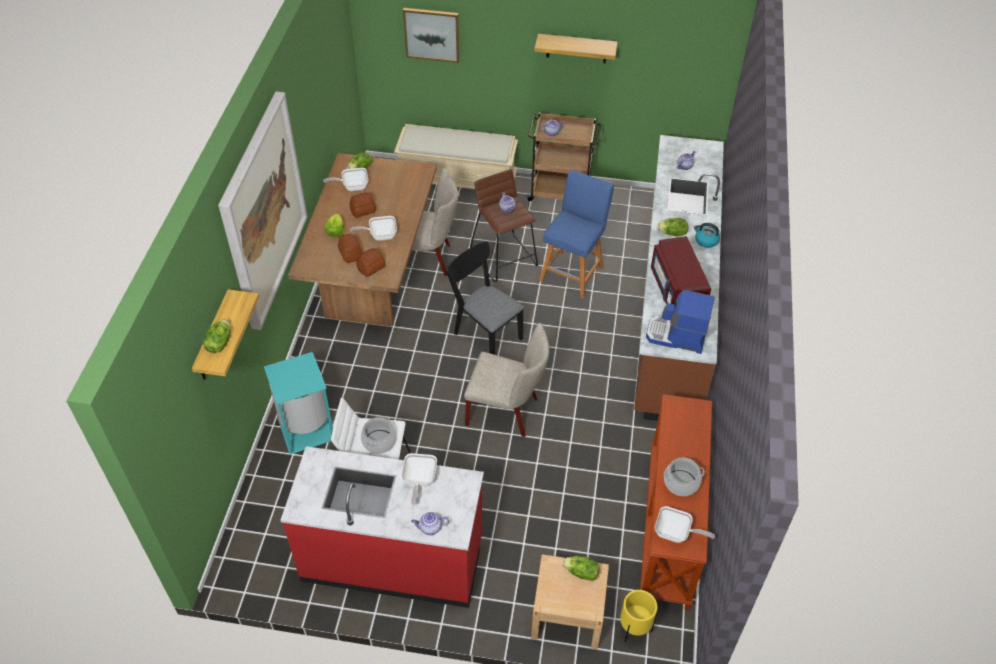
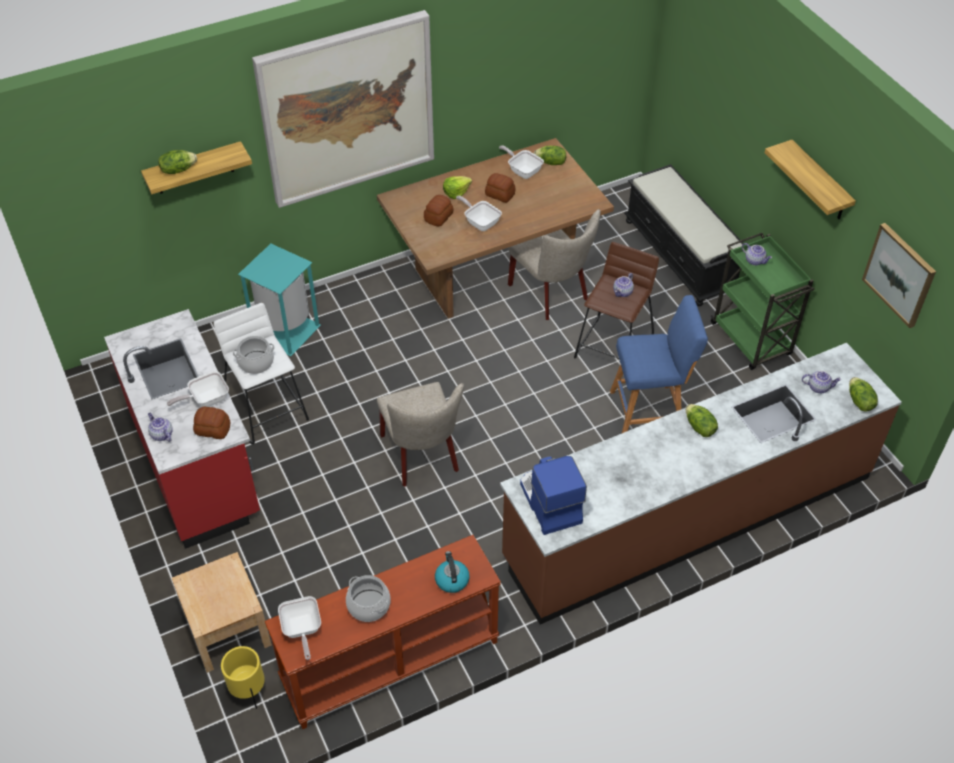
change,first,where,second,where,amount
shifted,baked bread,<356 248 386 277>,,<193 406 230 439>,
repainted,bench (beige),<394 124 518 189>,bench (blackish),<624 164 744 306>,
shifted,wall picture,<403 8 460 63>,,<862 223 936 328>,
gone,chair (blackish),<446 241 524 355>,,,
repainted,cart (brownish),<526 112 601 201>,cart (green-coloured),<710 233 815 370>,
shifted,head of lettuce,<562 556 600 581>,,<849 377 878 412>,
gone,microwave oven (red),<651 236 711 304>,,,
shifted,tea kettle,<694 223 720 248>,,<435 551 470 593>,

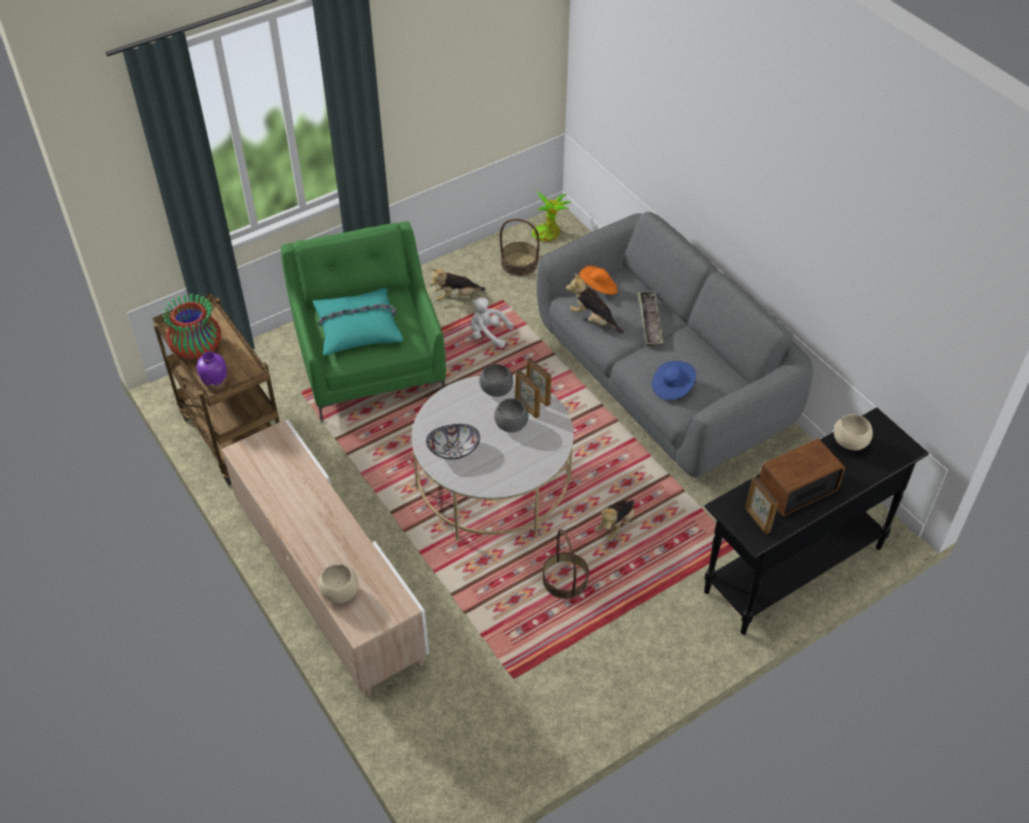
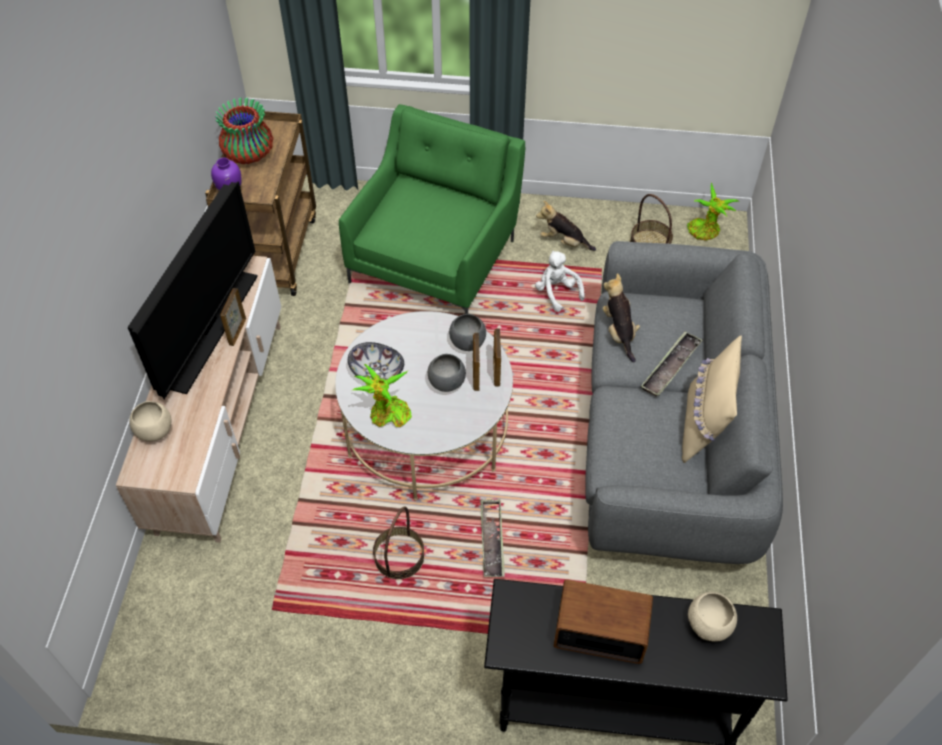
change,first,where,second,where,amount
gone,cushion (blue-green),<313 288 403 355>,,,
gone,clothing hat (orange-coloured),<579 265 618 295>,,,
swapped,soft toy,<594 500 635 541>,serving tray,<480 499 505 577>,
gone,clothing hat (blue-coloured),<652 361 696 400>,,,
shifted,photo frame,<745 476 778 534>,,<220 288 246 346>,
new,,,television,<127 181 258 400>,
new,,,potted plant,<351 364 412 427>,
new,,,cushion (beige),<682 335 742 463>,

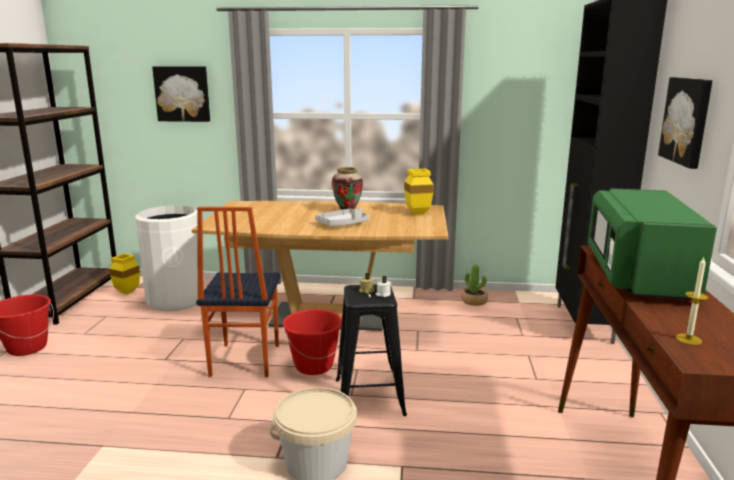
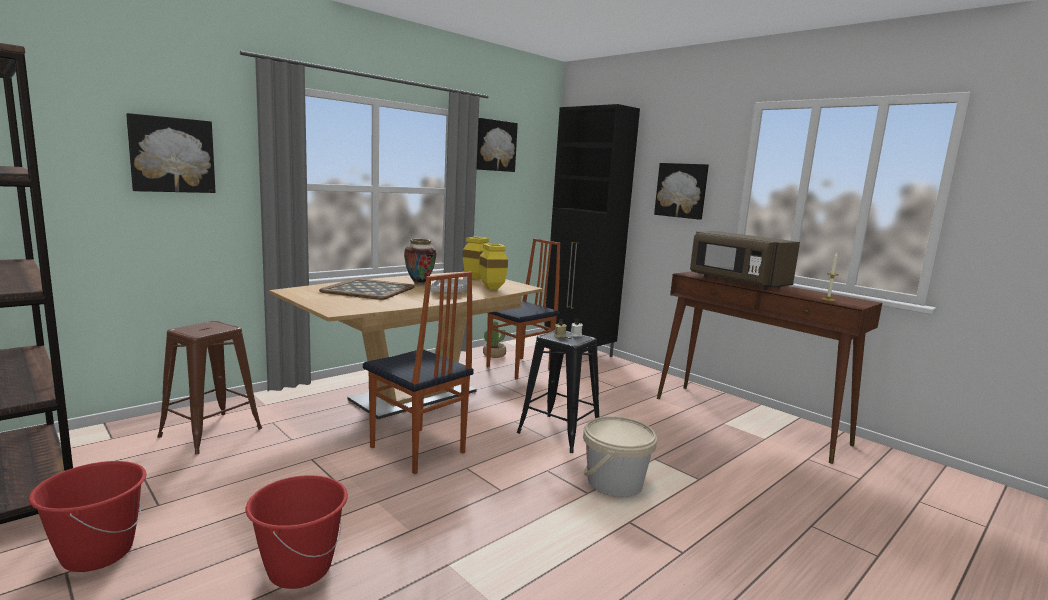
change,first,where,second,where,amount
shifted,vase (yellow-coloured),<109 253 140 294>,,<479 244 508 290>,
swapped,trash can (white),<135 205 205 311>,stool seat (brownish),<157 321 262 455>,
shifted,bucket (red),<283 309 342 375>,,<246 475 348 589>,
repainted,microwave oven (green-coloured),<588 188 717 301>,microwave oven (brownish),<690 231 800 289>,
new,,,serving tray,<319 278 415 300>,
new,,,wall picture,<477 118 518 172>,
new,,,chair,<486 238 560 379>,

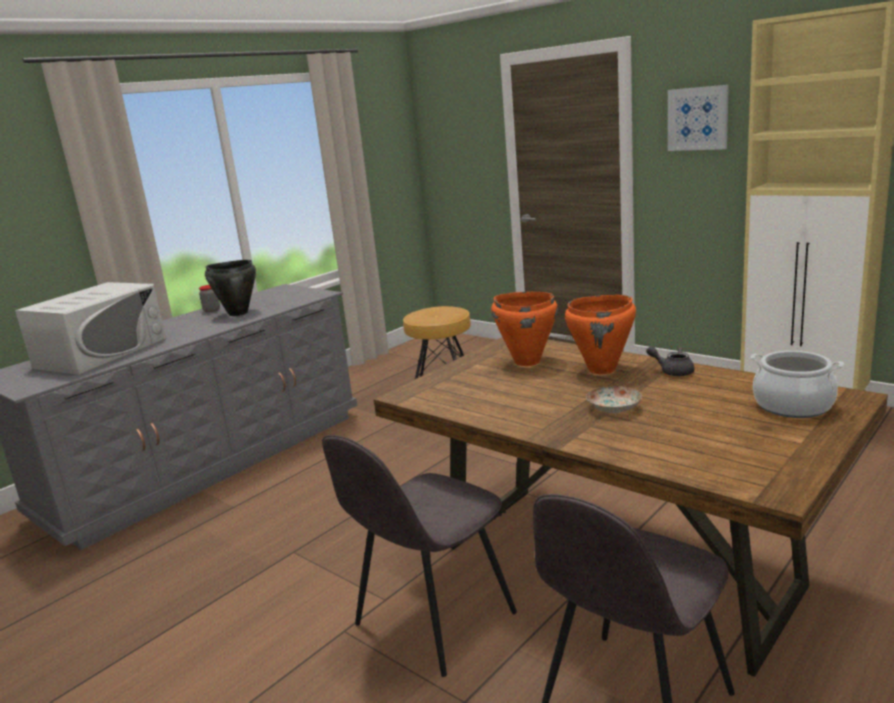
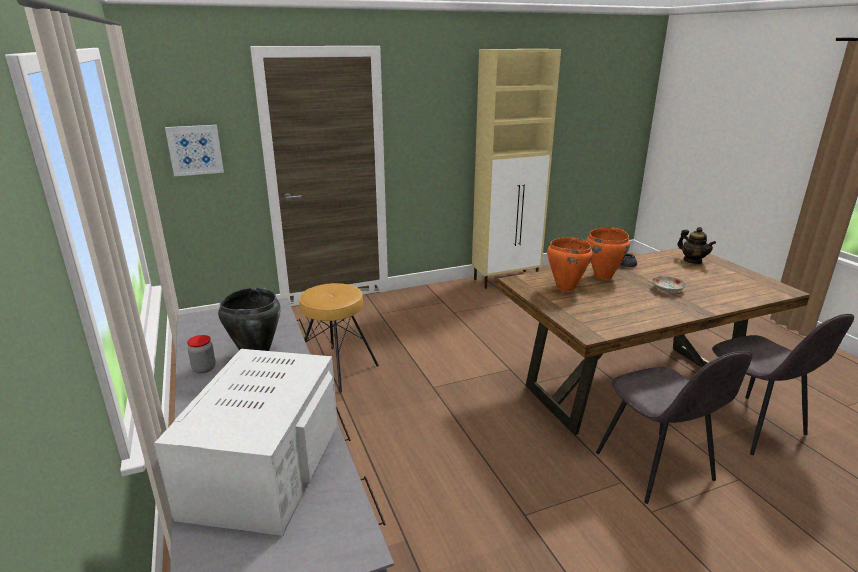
change,first,where,second,where,amount
rotated,microwave oven (white),<15 282 166 375>,,<154 349 338 536>,135 degrees counterclockwise
shifted,wall picture,<668 85 729 151>,,<165 125 224 176>,
swapped,stockpot,<750 351 844 418>,teapot,<678 227 716 264>,

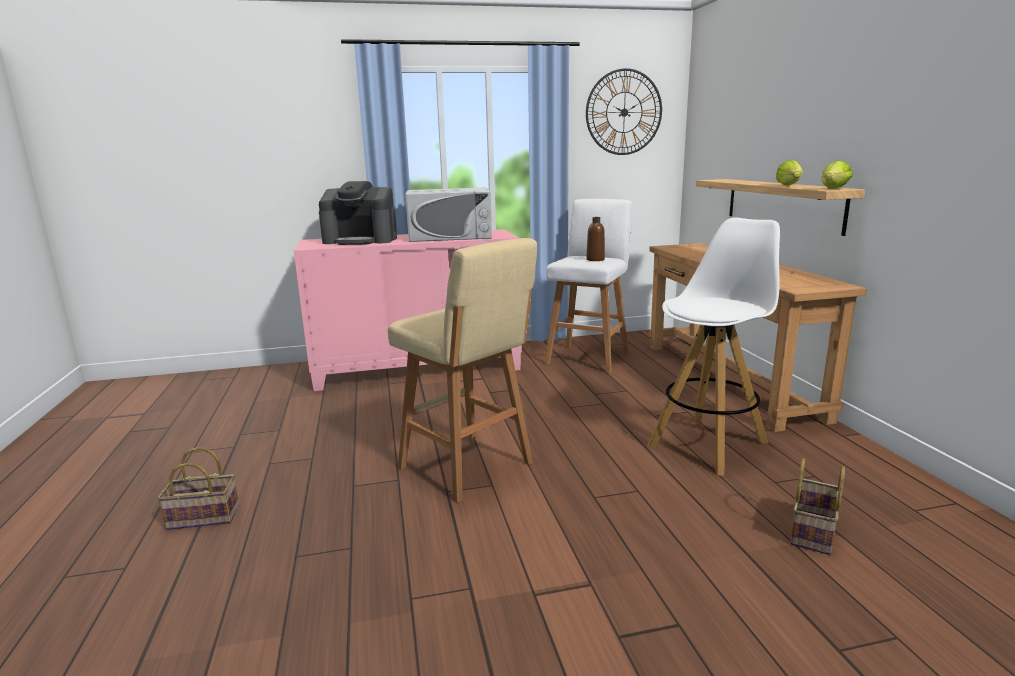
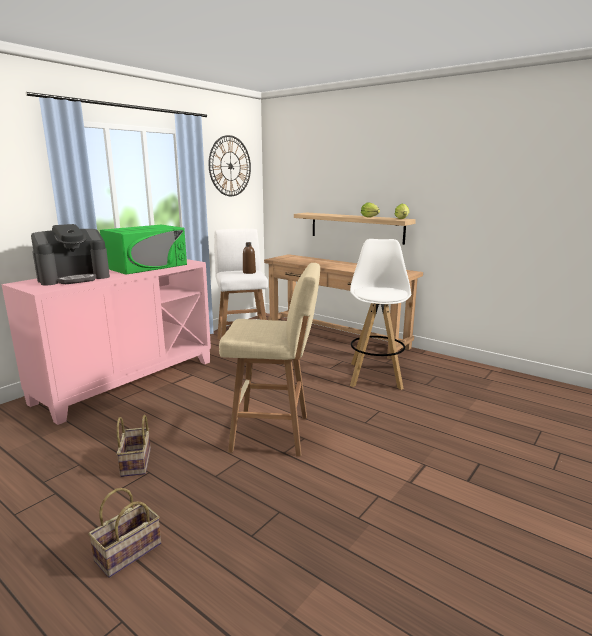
change,first,where,second,where,amount
repainted,microwave oven (white),<405 187 492 242>,microwave oven (green-coloured),<100 225 187 275>,
shifted,household basket,<790 458 845 555>,,<116 415 151 477>,

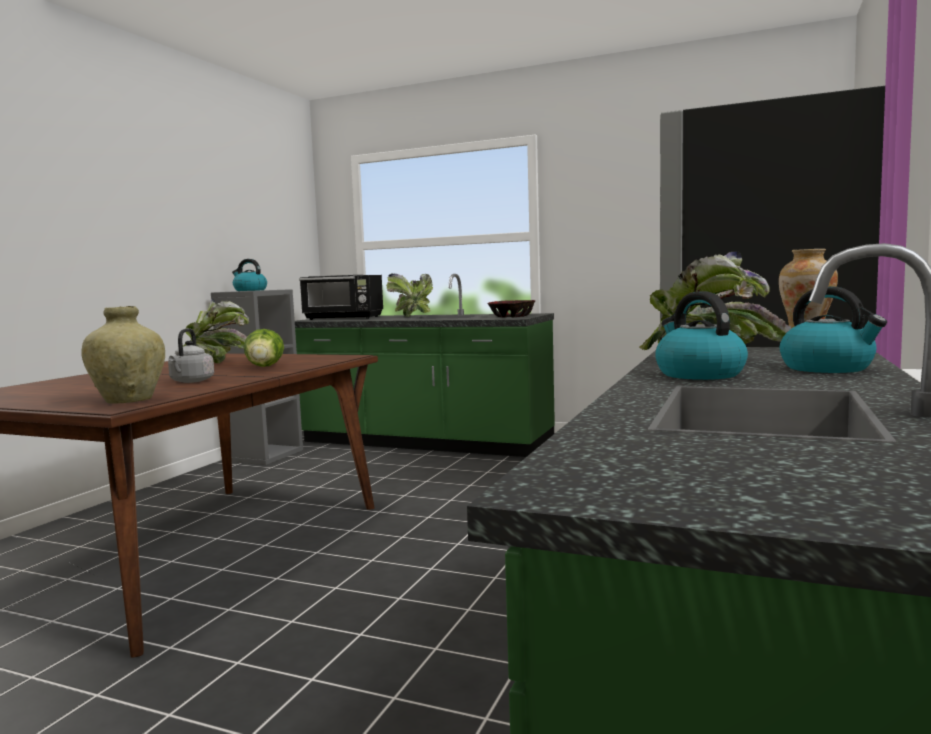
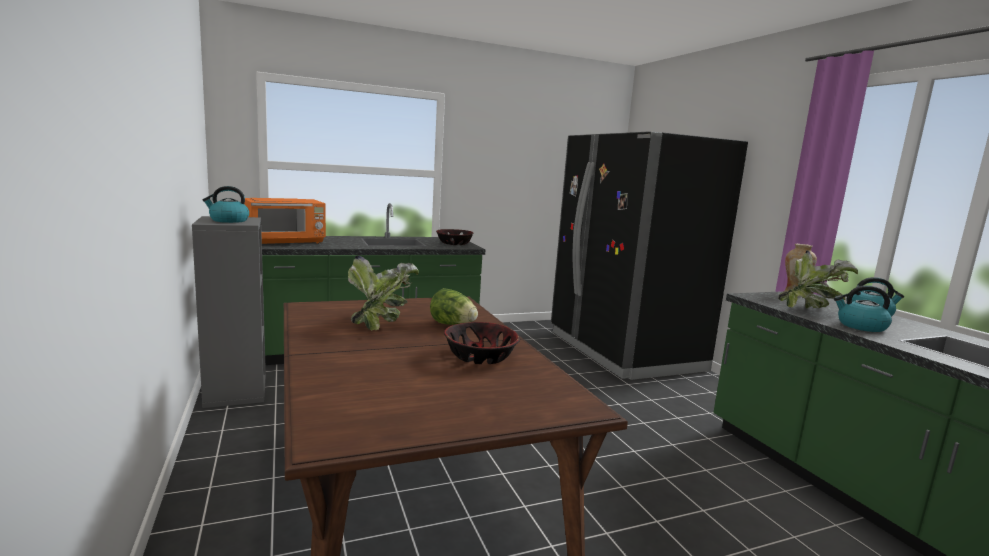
change,first,where,second,where,amount
gone,vase (beige),<81 306 165 404>,,,
swapped,tea kettle (gray),<168 328 214 383>,serving bowl,<444 322 520 364>,
repainted,microwave oven (blackish),<299 275 383 320>,microwave oven (orange-coloured),<244 198 326 244>,
gone,potted plant,<386 274 433 317>,,,

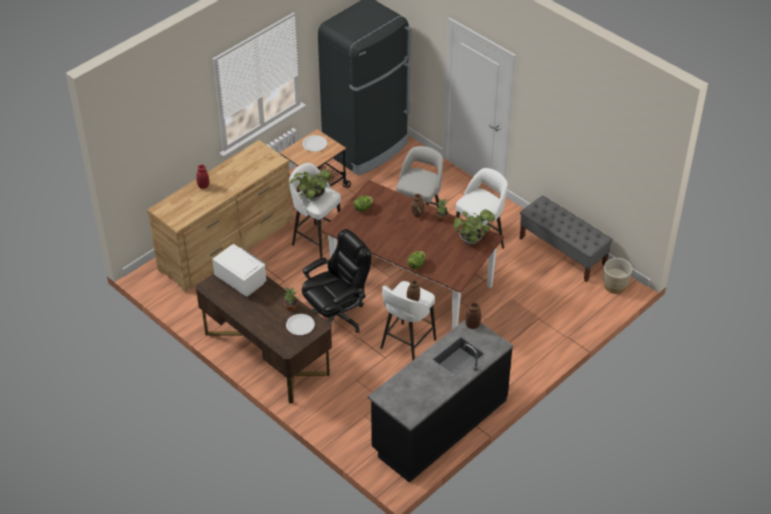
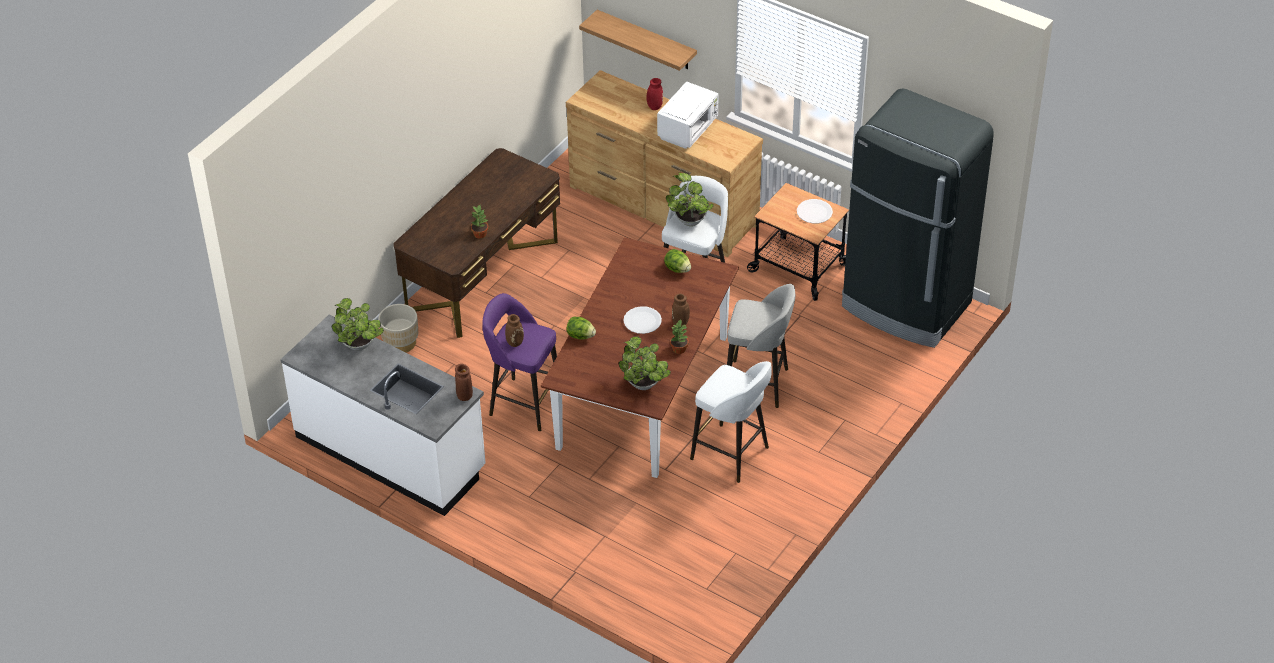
change,first,where,second,where,amount
shifted,microwave oven (white),<212 244 267 297>,,<657 81 719 149>,
shifted,plate (white),<286 314 315 335>,,<624 306 662 334>,
gone,computer chair (blackish),<302 229 371 333>,,,
repainted,kitchen base unit (blackish),<368 320 513 483>,kitchen base unit (white),<280 315 486 516>,
repainted,stool seat (white),<380 281 436 361>,stool seat (purple),<482 293 563 431>,
gone,bench (gray),<520 196 613 282>,,,
shifted,flower pot (beige),<603 258 632 294>,,<378 304 418 353>,
new,,,potted plant,<332 298 384 351>,
new,,,bracket shelf,<579 10 697 71>,

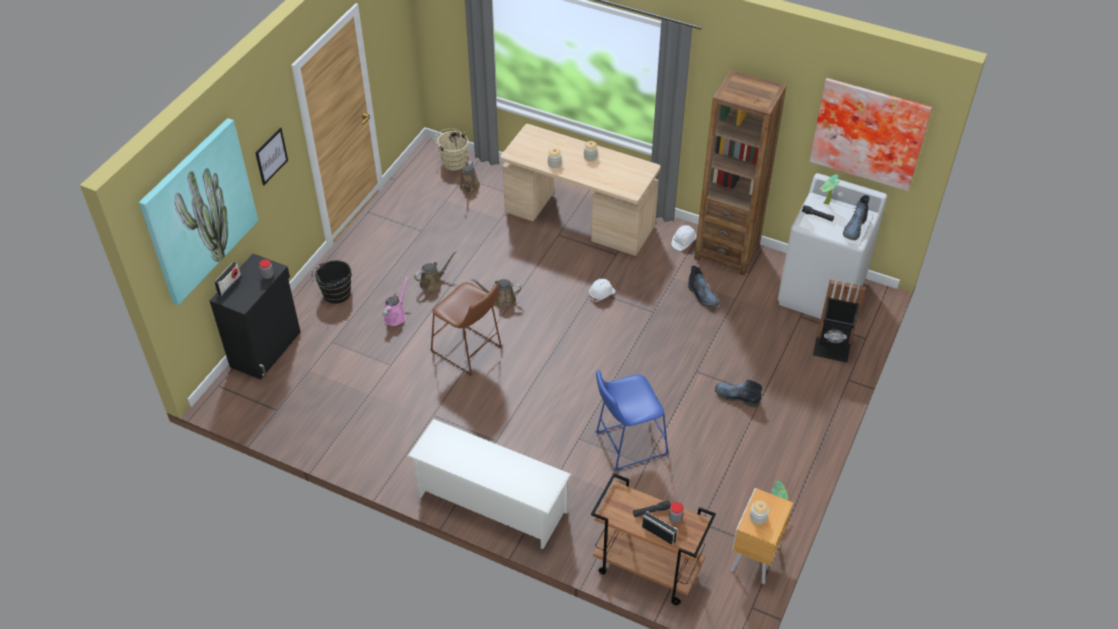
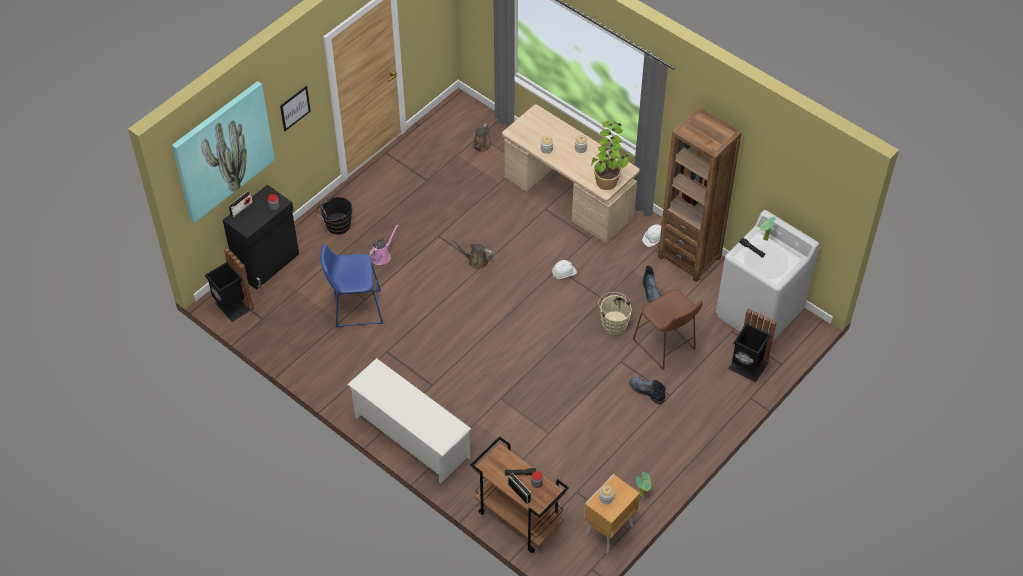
change,first,where,second,where,amount
gone,watering pot (brownish),<414 251 456 291>,,,
shifted,stool seat (brownish),<430 282 502 376>,,<633 289 703 370>,
shifted,bucket (beige),<435 129 468 170>,,<598 292 632 335>,
shifted,stool seat (blue-coloured),<596 370 669 471>,,<320 244 384 328>,
gone,wall picture,<809 78 932 191>,,,
gone,high-top boot,<843 195 870 240>,,,
new,,,trash can (blackish),<205 247 254 322>,
new,,,potted plant,<591 121 634 190>,

